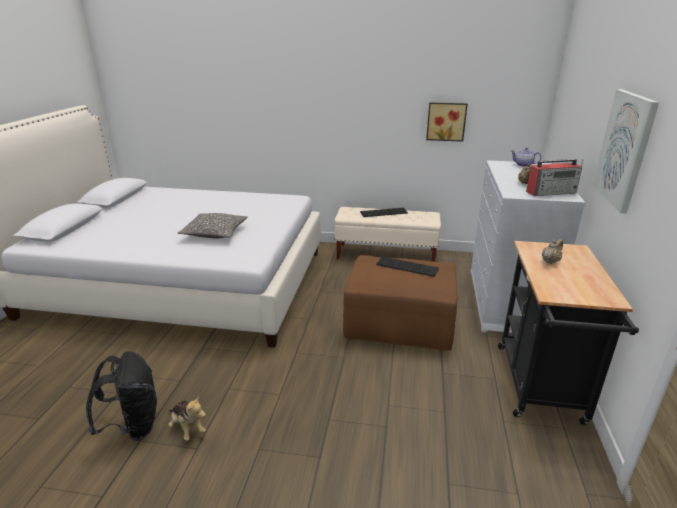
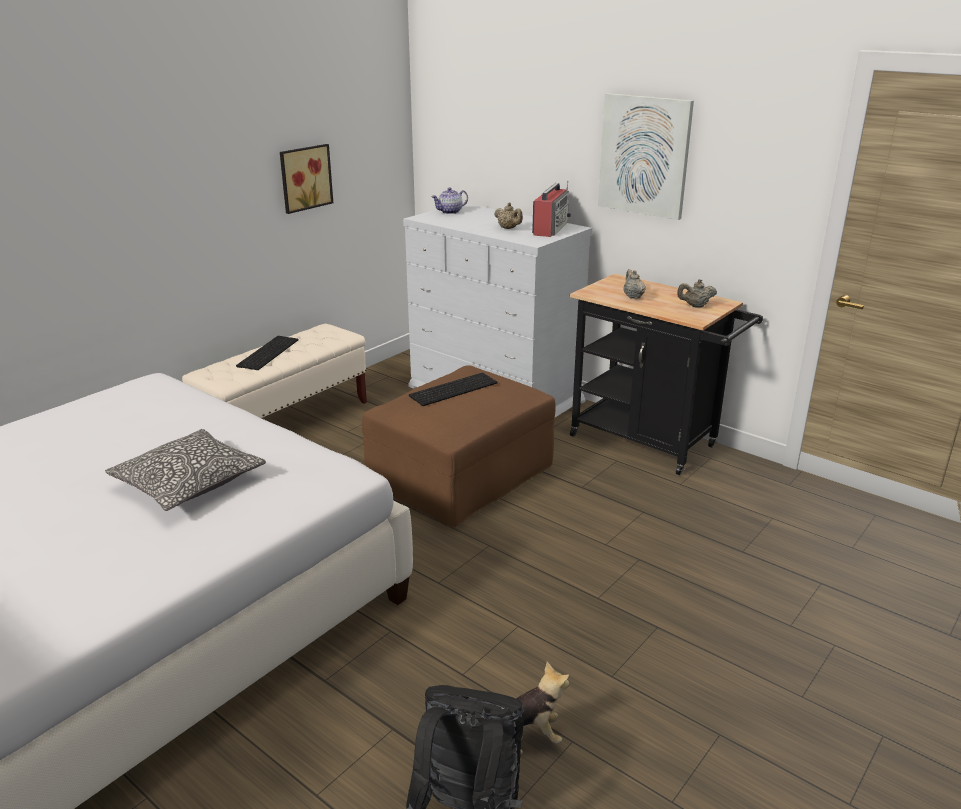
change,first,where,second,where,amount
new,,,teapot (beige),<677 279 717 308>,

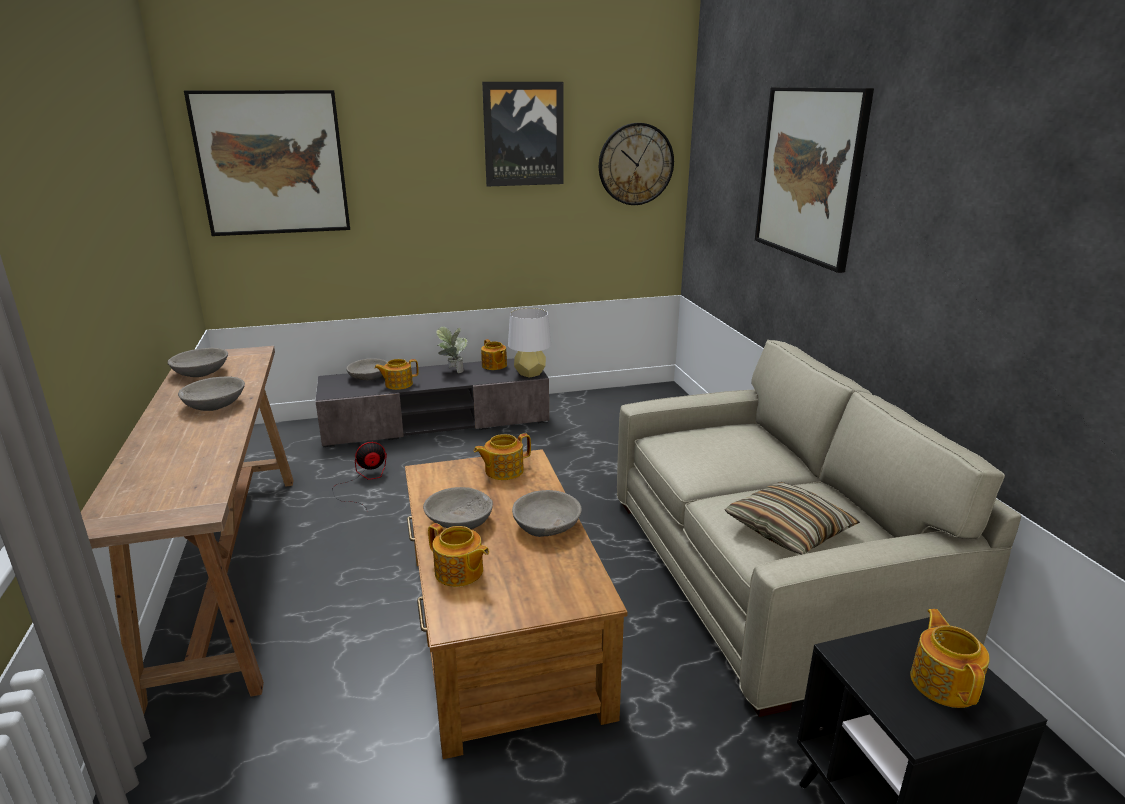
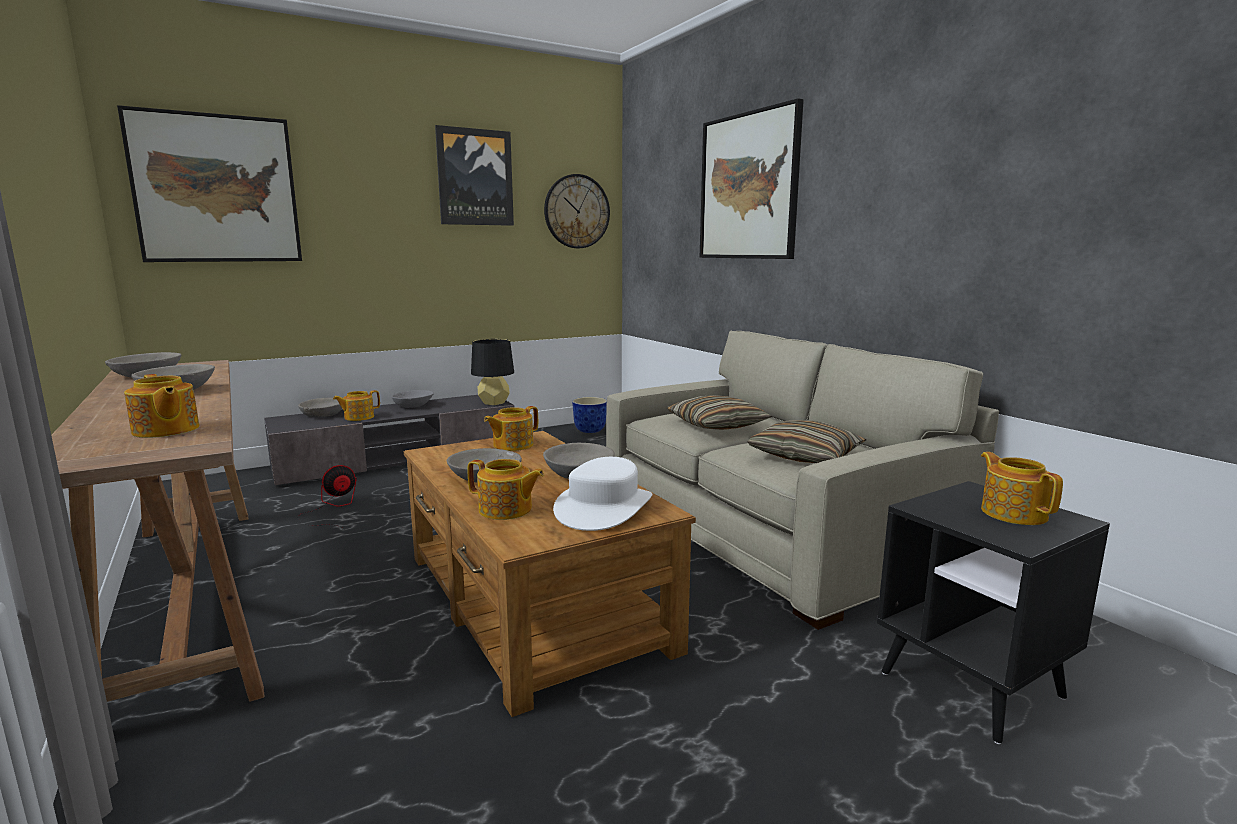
change,first,where,second,where,amount
swapped,potted plant,<436 326 468 373>,serving bowl (gray),<391 390 434 408>,
shifted,teapot,<481 339 507 370>,,<124 374 200 438>,
repainted,tabletop lamp (white),<508 308 551 378>,tabletop lamp (blackish),<471 339 514 405>,
new,,,clothing hat (white),<553 457 652 531>,
new,,,flower pot,<572 397 607 433>,
new,,,cushion,<667 395 772 430>,

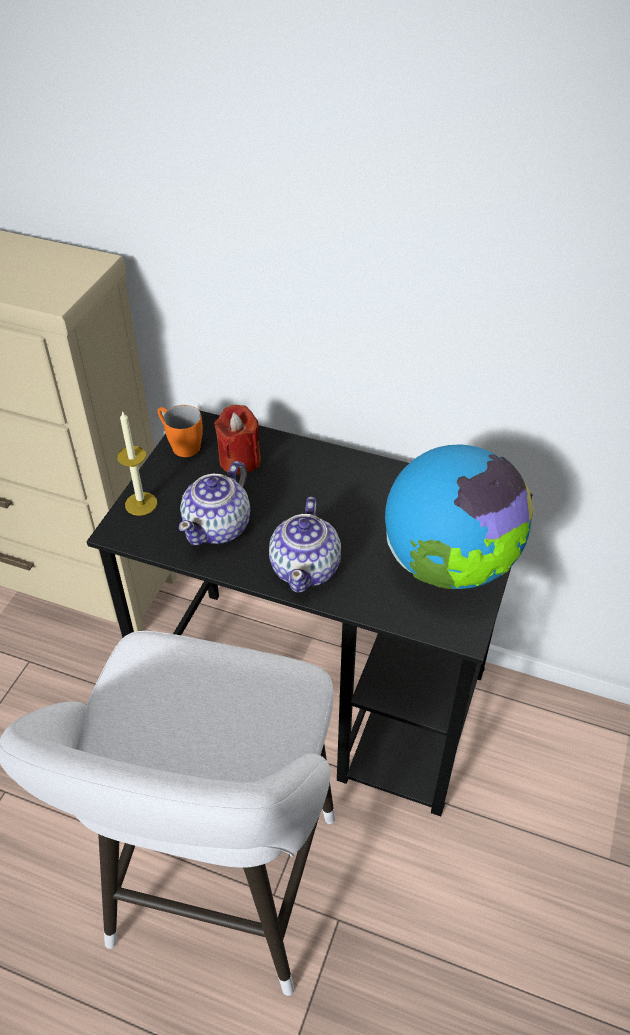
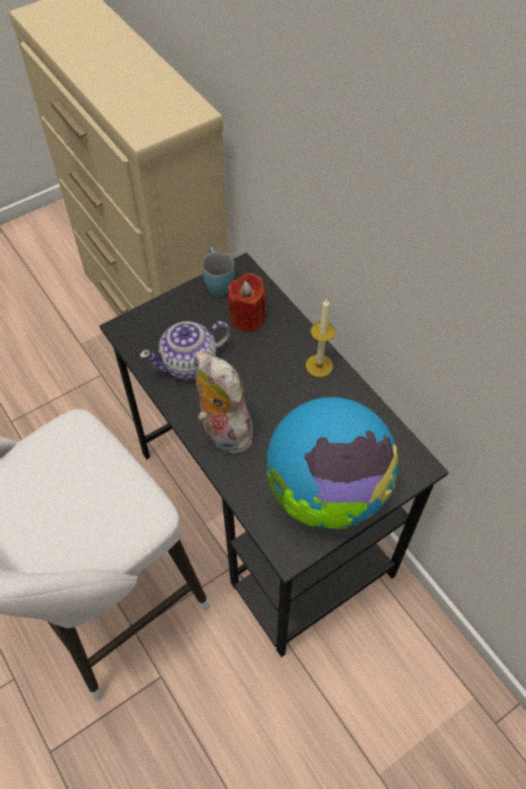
change,first,where,second,where,amount
shifted,wax light,<117 411 157 516>,,<306 298 335 377>,
repainted,tea mug (orange-coloured),<157 405 203 457>,tea mug (blue-coloured),<202 247 234 296>,
swapped,teapot,<269 496 341 593>,soft toy,<195 351 253 454>,

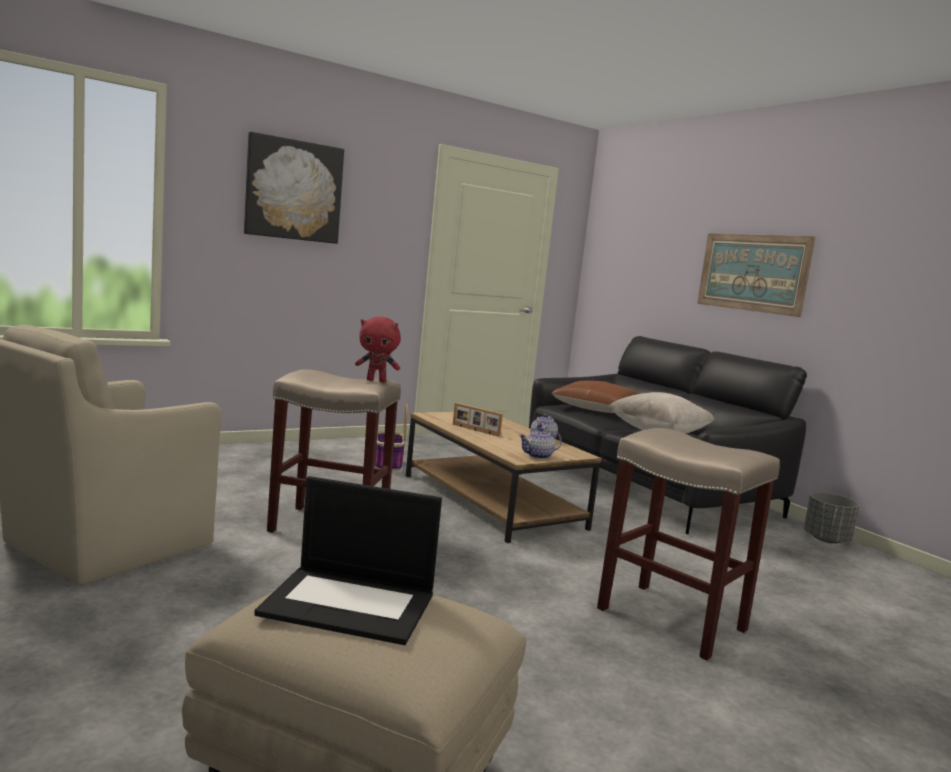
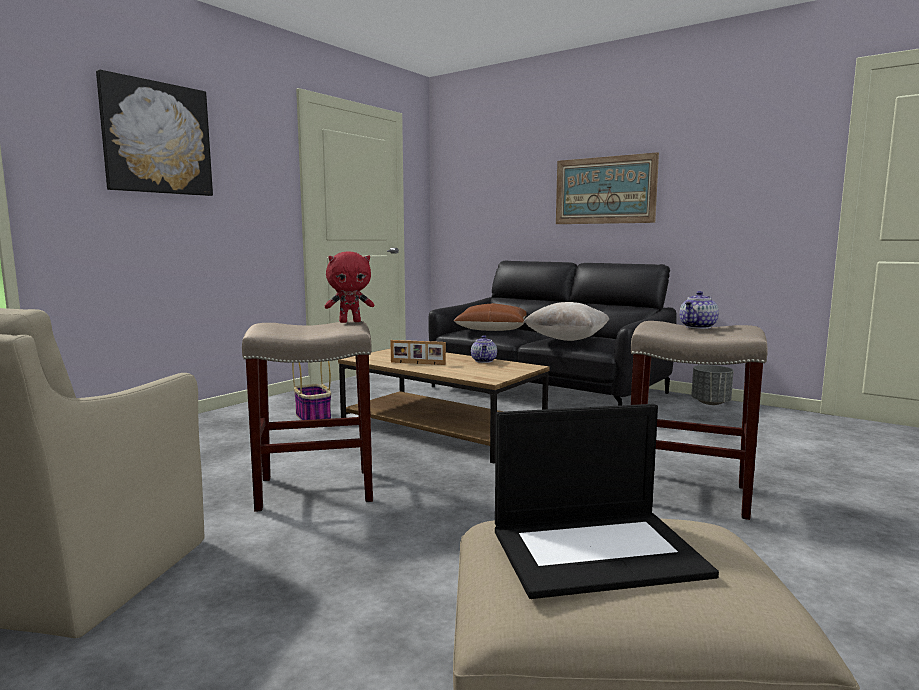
change,first,where,second,where,amount
shifted,teapot,<519 427 562 459>,,<679 291 719 329>,

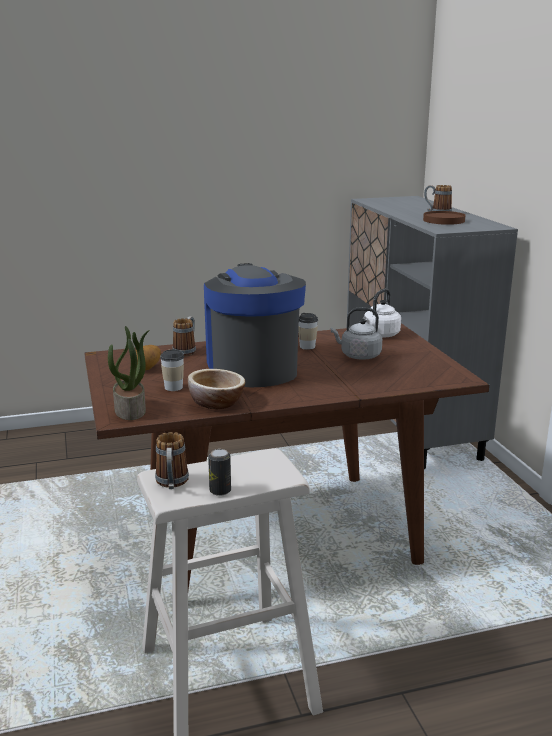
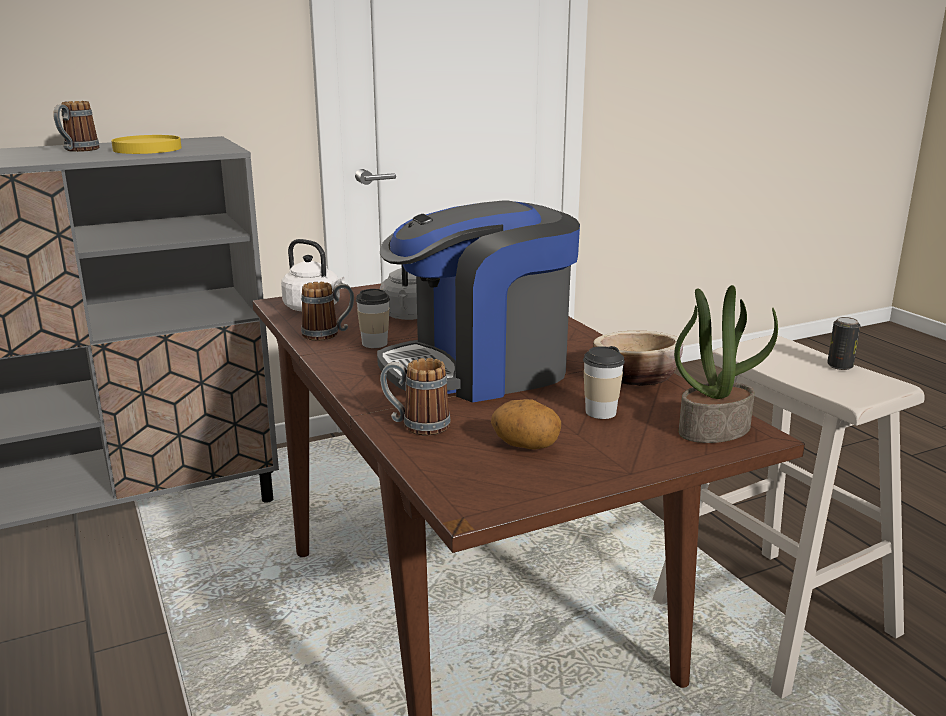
change,first,where,second,where,amount
shifted,tea mug,<155 432 189 489>,,<301 282 354 341>,
repainted,plate (brownish),<423 211 465 225>,plate (yellow-coloured),<111 135 182 154>,

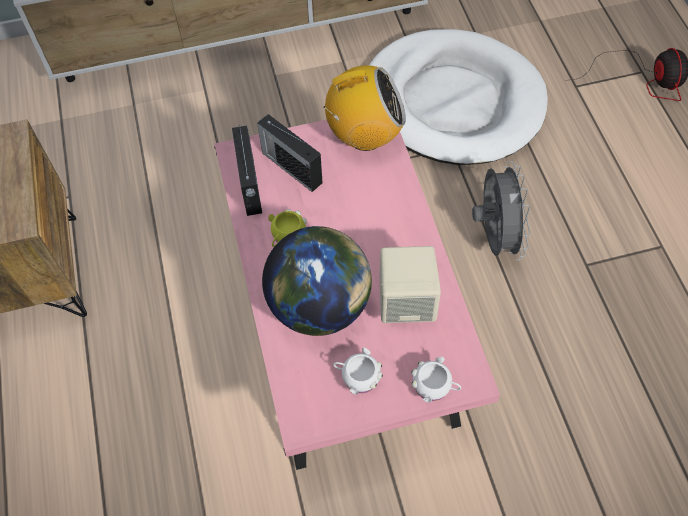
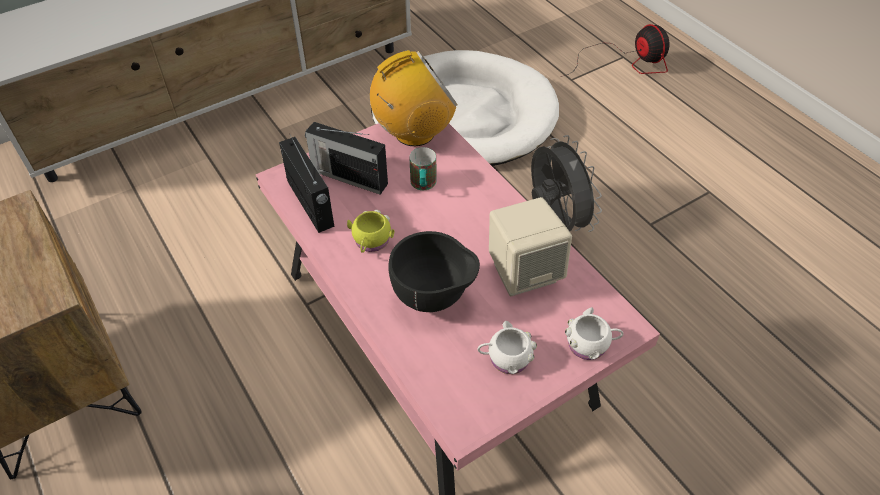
change,first,where,second,where,amount
swapped,desk globe,<262 226 372 336>,serving bowl (blackish),<388 231 480 312>,
new,,,tea mug,<409 147 436 190>,

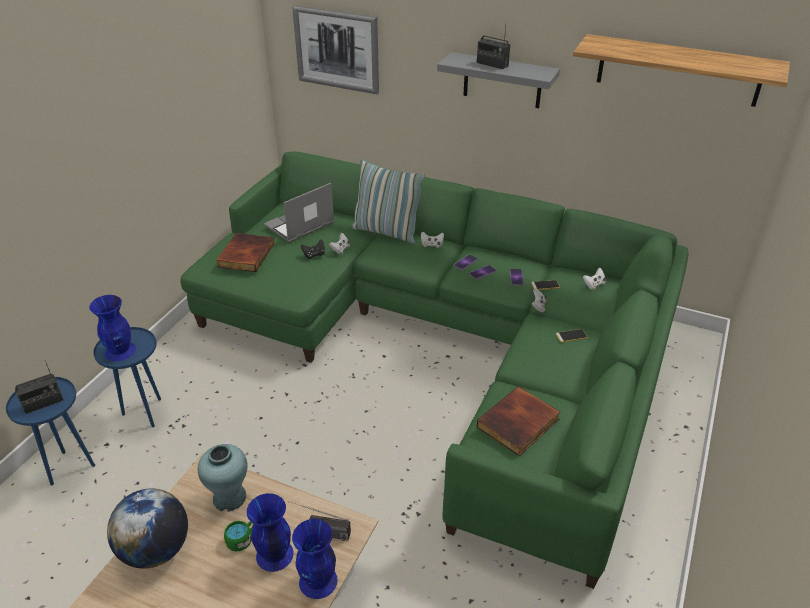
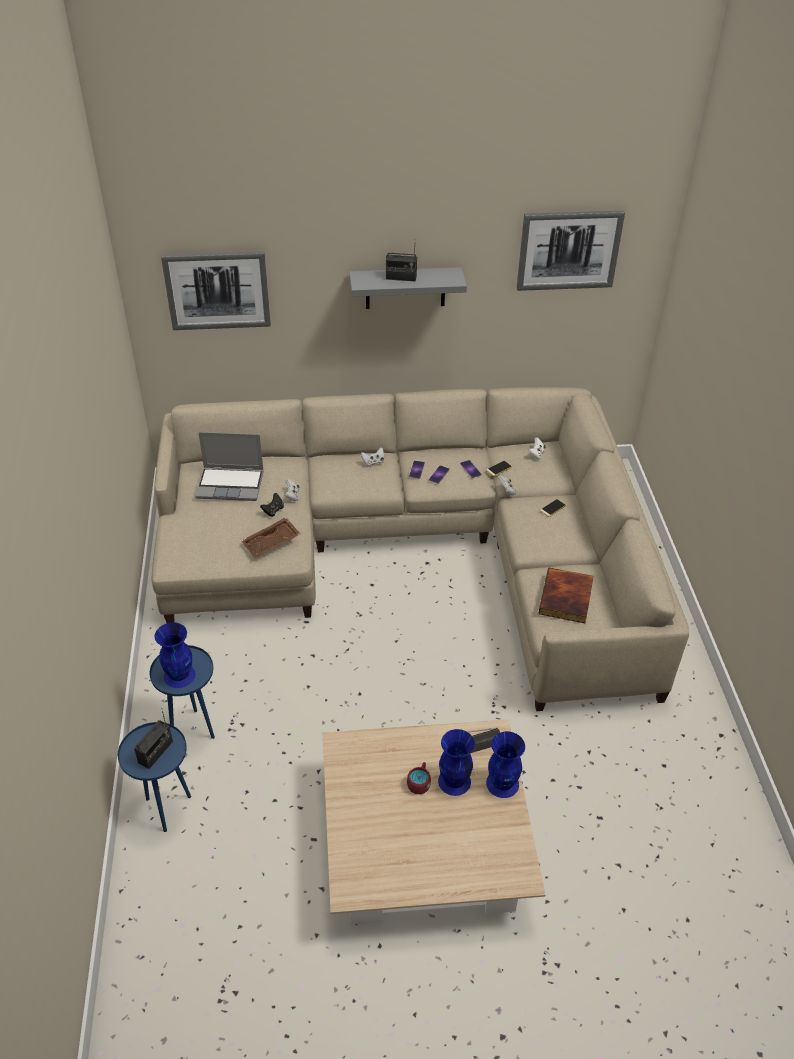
change,first,where,second,where,amount
gone,desk globe,<107 488 188 569>,,,
repainted,couch (green-coloured),<180 151 689 589>,couch (beige),<152 387 689 711>,
gone,vase (blue-green),<198 444 248 512>,,,
gone,bound book,<216 233 274 272>,,,
repainted,tea mug (green-coloured),<224 521 254 552>,tea mug (red),<407 762 431 794>,
rotated,notebook computer,<264 183 334 242>,,<195 432 264 501>,105 degrees counterclockwise
gone,cushion,<351 159 425 244>,,,
swapped,bracket shelf,<573 34 790 107>,wall picture,<517 211 625 291>,
new,,,serving tray (brownish),<241 517 300 558>,

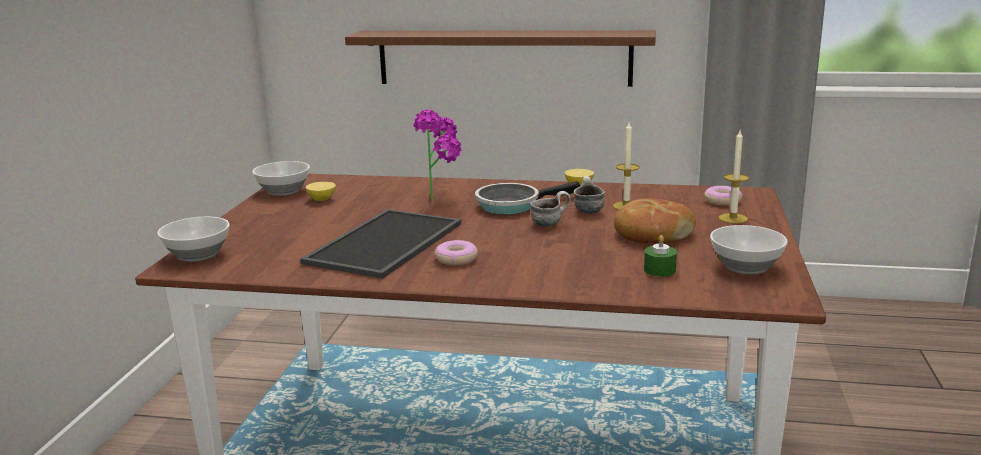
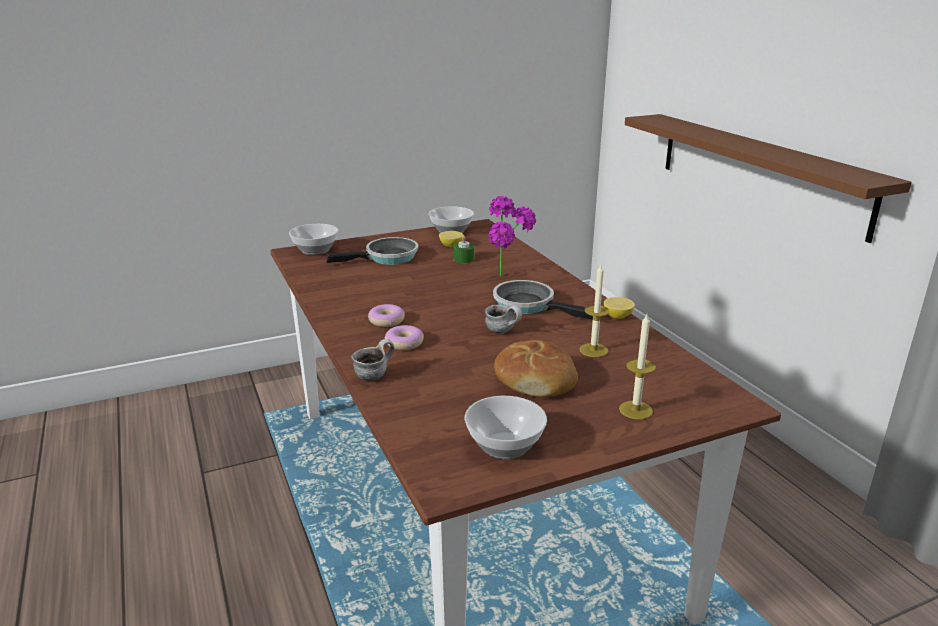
change,first,where,second,where,amount
gone,serving tray,<300 209 461 279>,,,
shifted,tea mug,<574 176 605 214>,,<351 339 395 381>,
shifted,wax light (green-coloured),<644 235 677 277>,,<453 235 475 263>,
shifted,ring doughnut,<704 186 742 206>,,<385 325 424 350>,
new,,,frying pan,<327 237 419 265>,

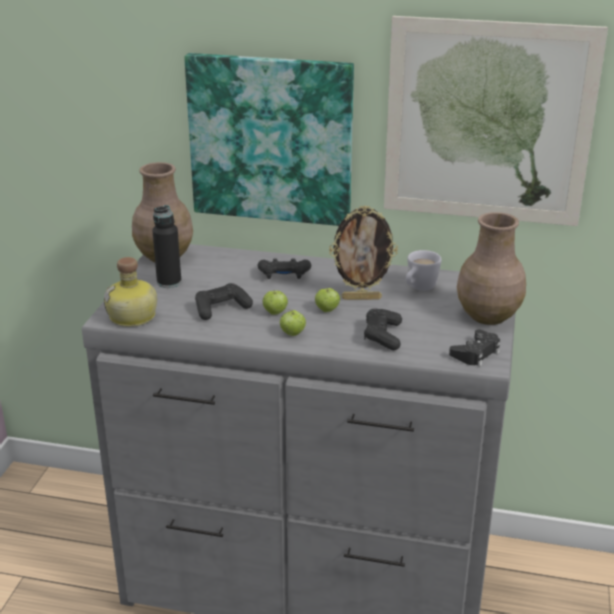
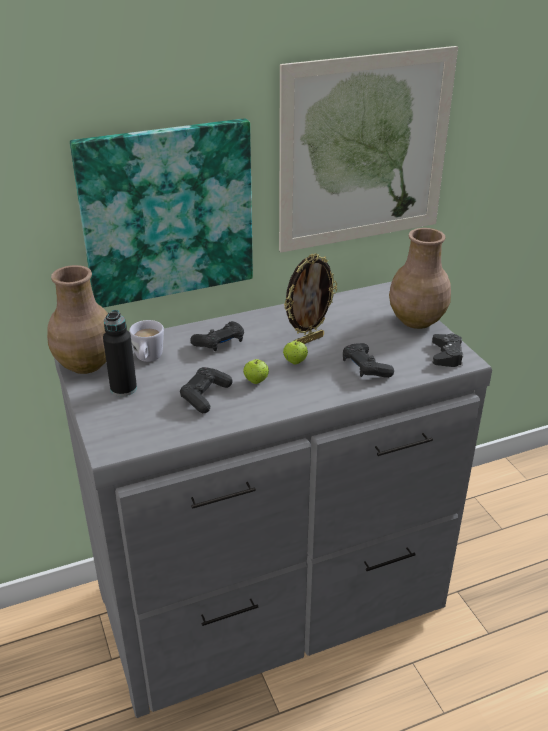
change,first,where,second,where,amount
gone,bottle,<104 257 157 327>,,,
gone,apple fruit,<280 309 306 336>,,,
shifted,tea mug (white),<406 250 442 291>,,<129 320 164 362>,

